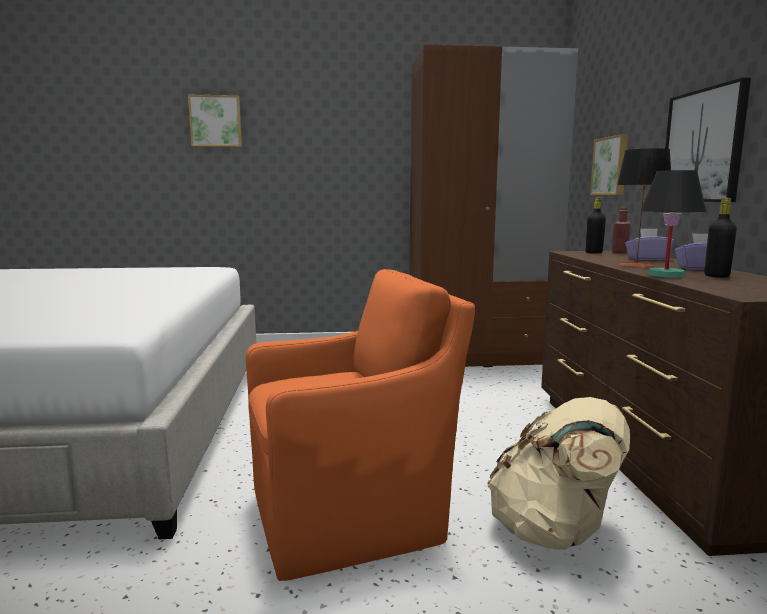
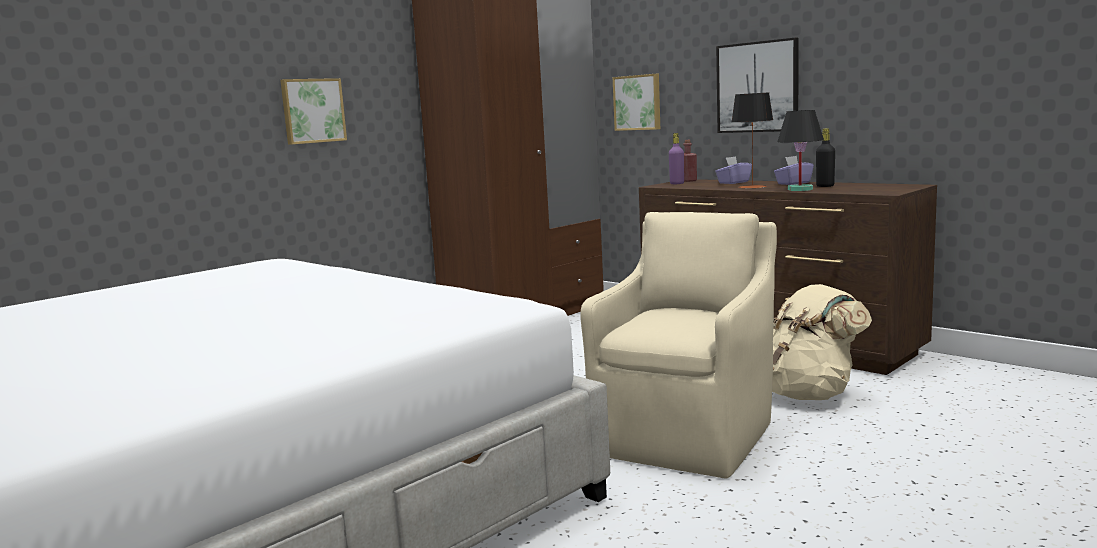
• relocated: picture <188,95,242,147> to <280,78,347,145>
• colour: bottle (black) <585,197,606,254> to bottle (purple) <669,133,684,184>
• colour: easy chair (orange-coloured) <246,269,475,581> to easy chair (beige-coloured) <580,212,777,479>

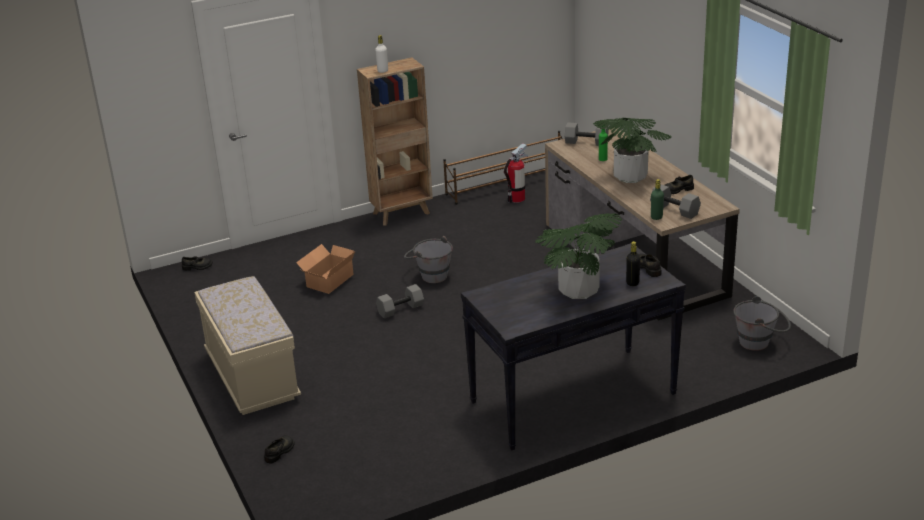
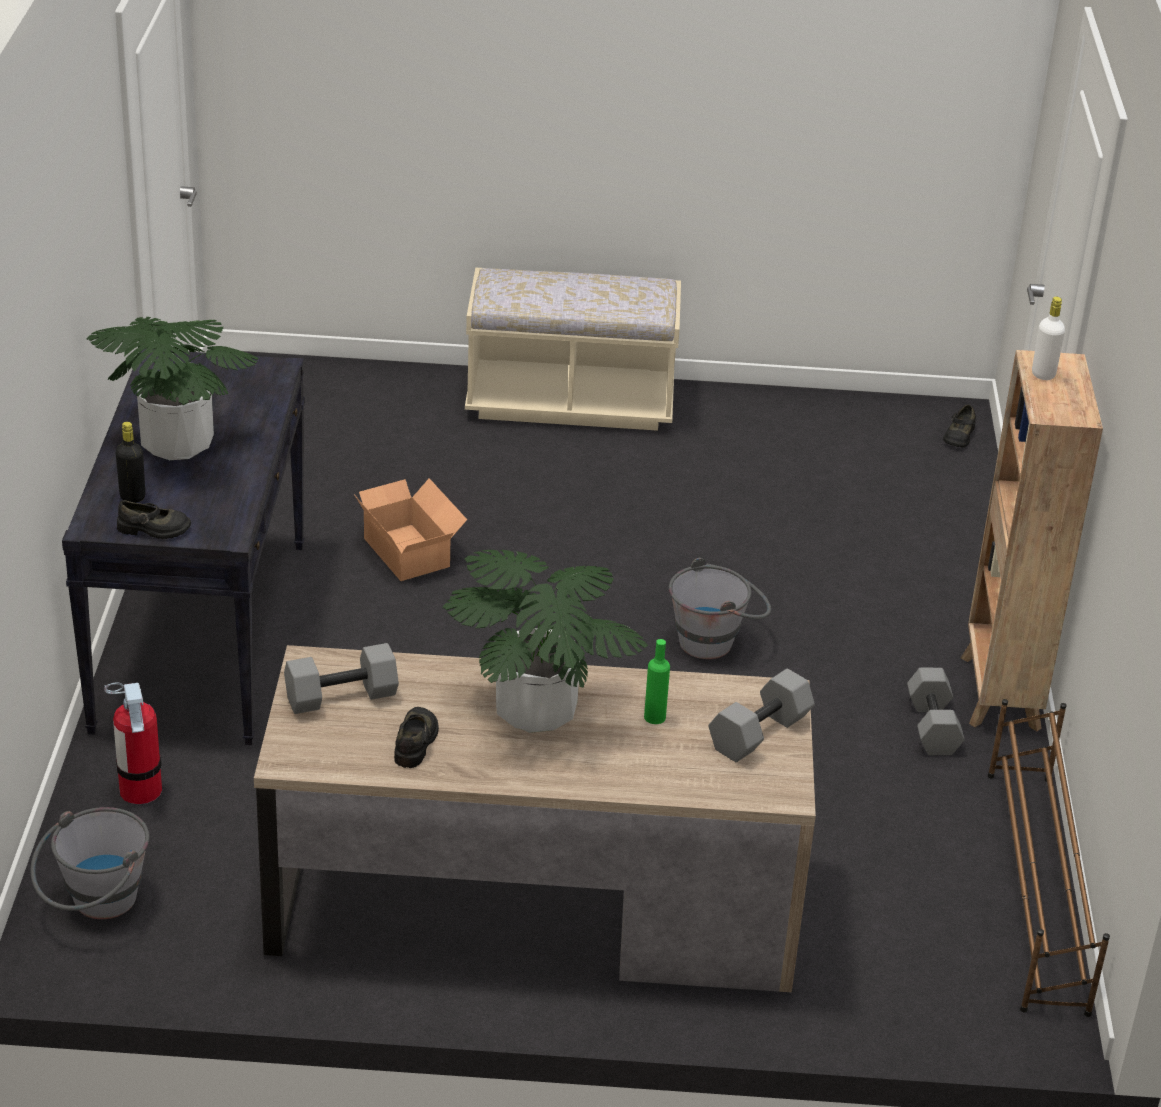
• relocated: fire extinguisher <504,143,528,203> to <104,682,162,804>
• missing: bottle (green-coloured) <651,179,664,220>
• relocated: packing box <296,244,355,294> to <355,478,467,581>
• relocated: free weight (greyish) <376,284,424,318> to <907,667,965,756>
• missing: low shoe (black) <264,435,294,463>

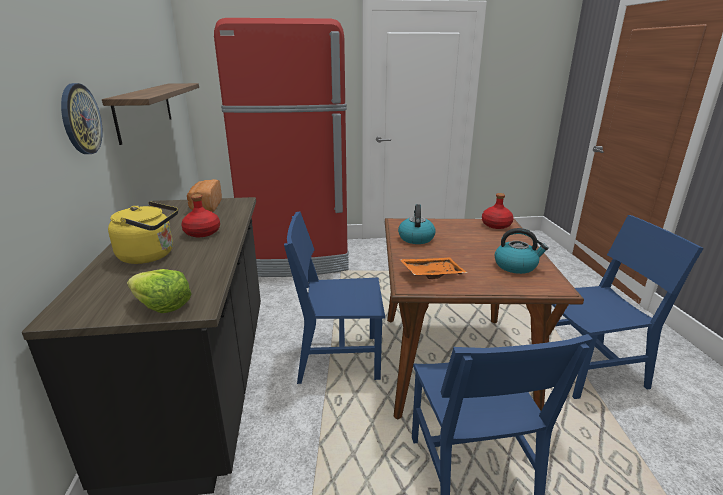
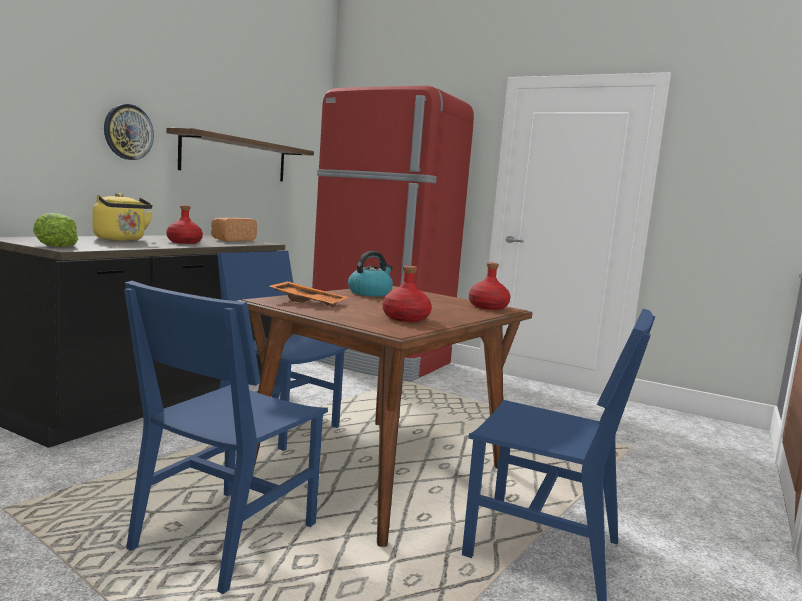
• exchanged: tea kettle <495,228,549,274> to bottle (red-coloured) <382,266,432,322>

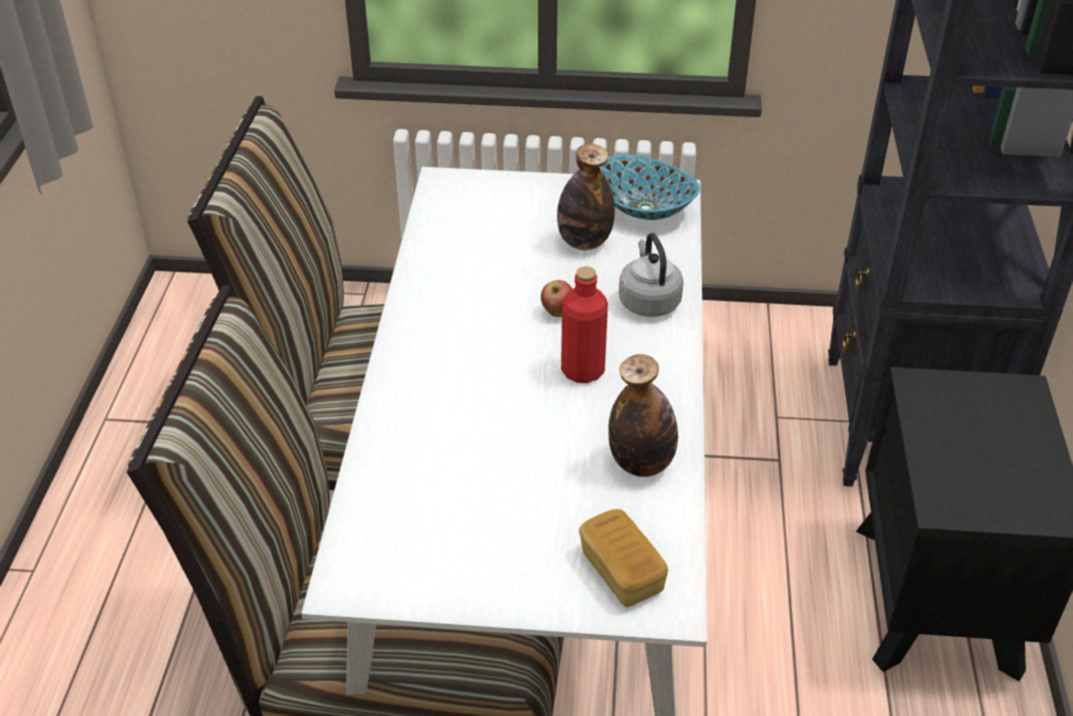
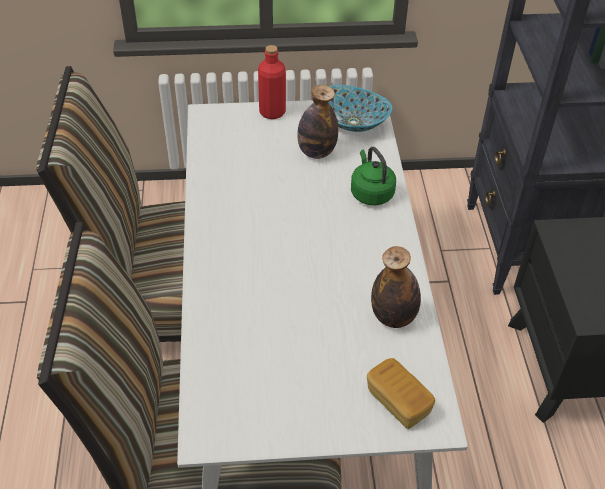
• colour: tea kettle (greyish) <619,233,684,317> to tea kettle (green-coloured) <351,147,396,205>
• relocated: bottle (red-coloured) <561,266,608,383> to <258,45,286,119>
• missing: apple <541,280,573,317>

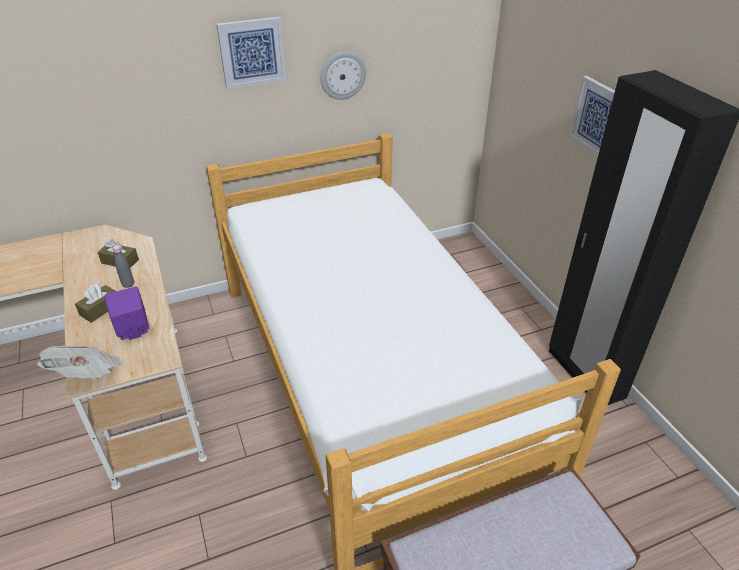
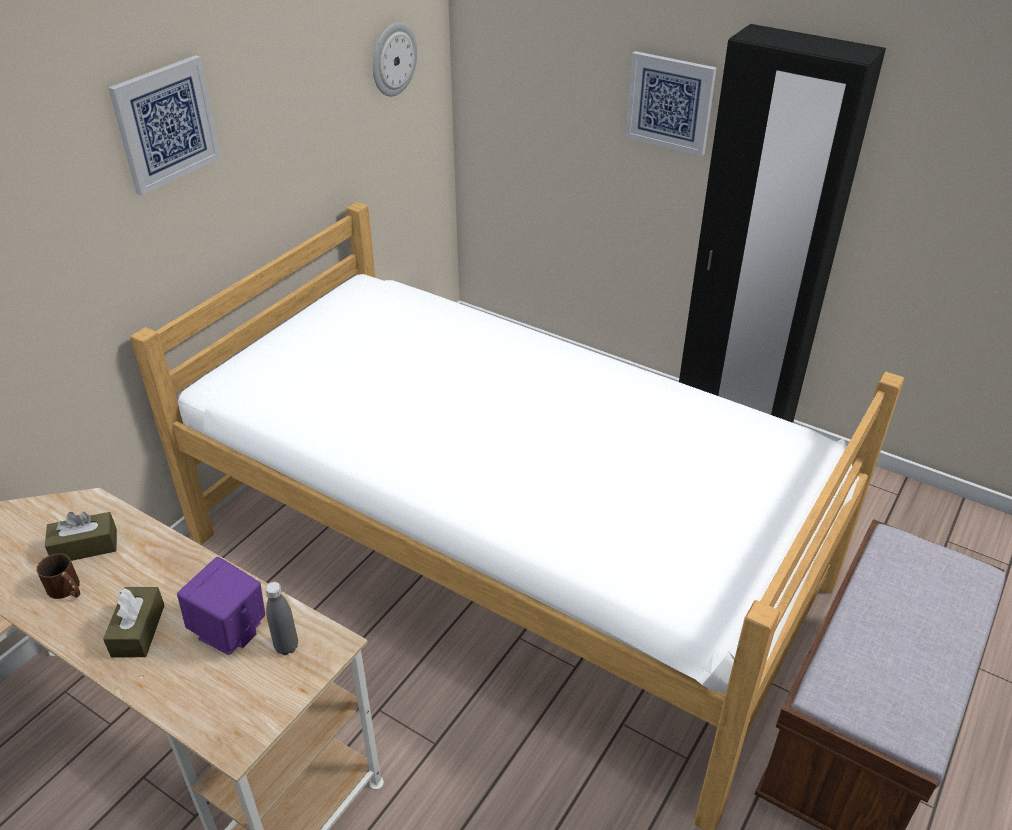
• relocated: hanging clock <321,51,366,100> to <373,22,417,96>
• relocated: bottle (greyish) <113,245,134,288> to <265,582,298,655>
• missing: daily paper <37,346,125,379>
• appeared: mug (brown) <37,553,80,599>

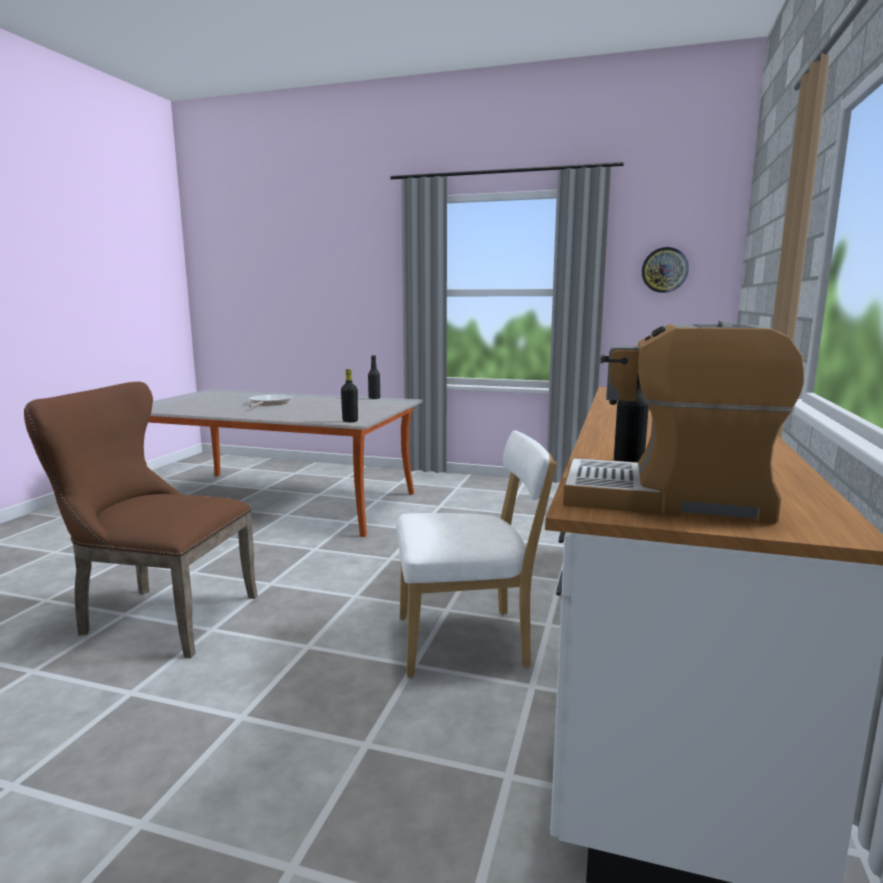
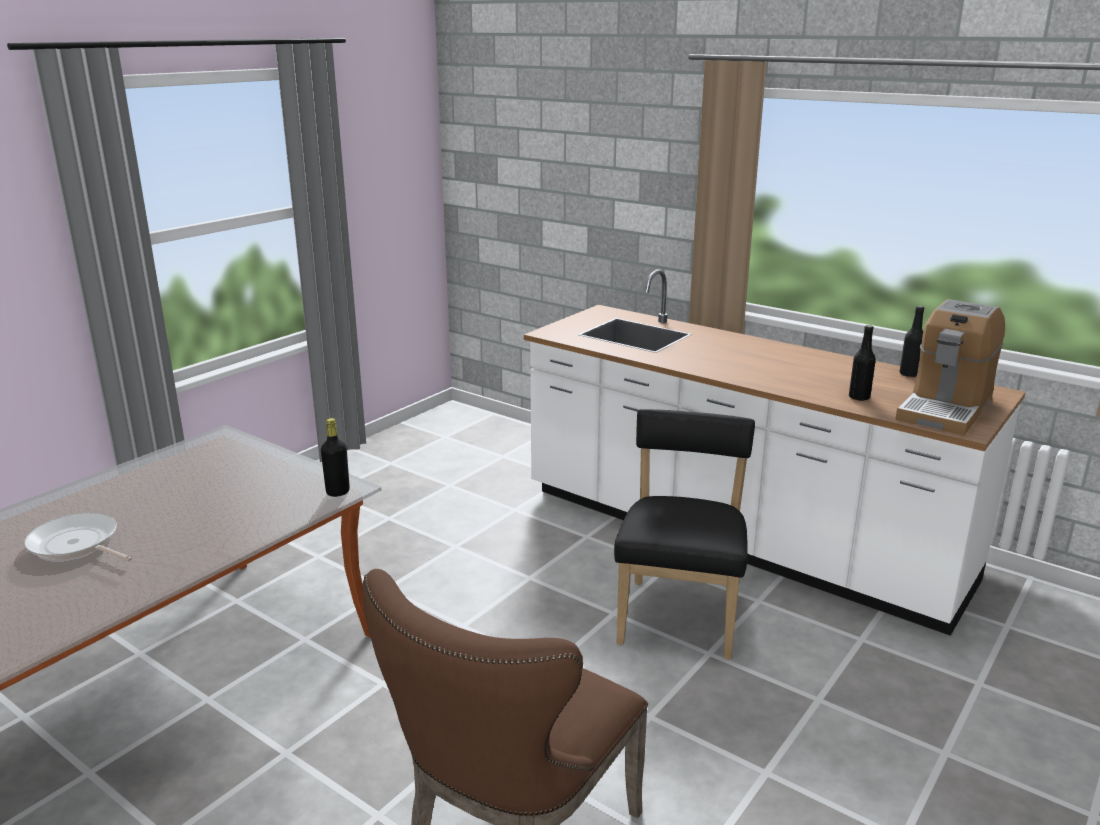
• missing: hanging clock <642,247,689,293>
• relocated: bottle (black) <368,355,380,399> to <899,306,924,377>
• colour: chair (whitish) <396,430,557,677> to chair (black) <614,409,755,660>

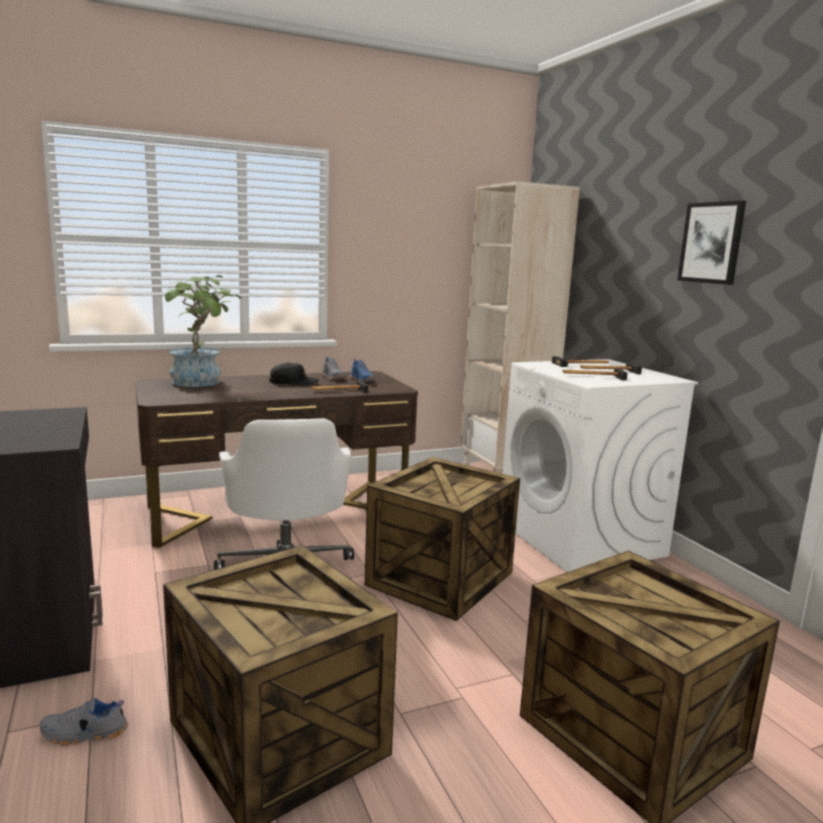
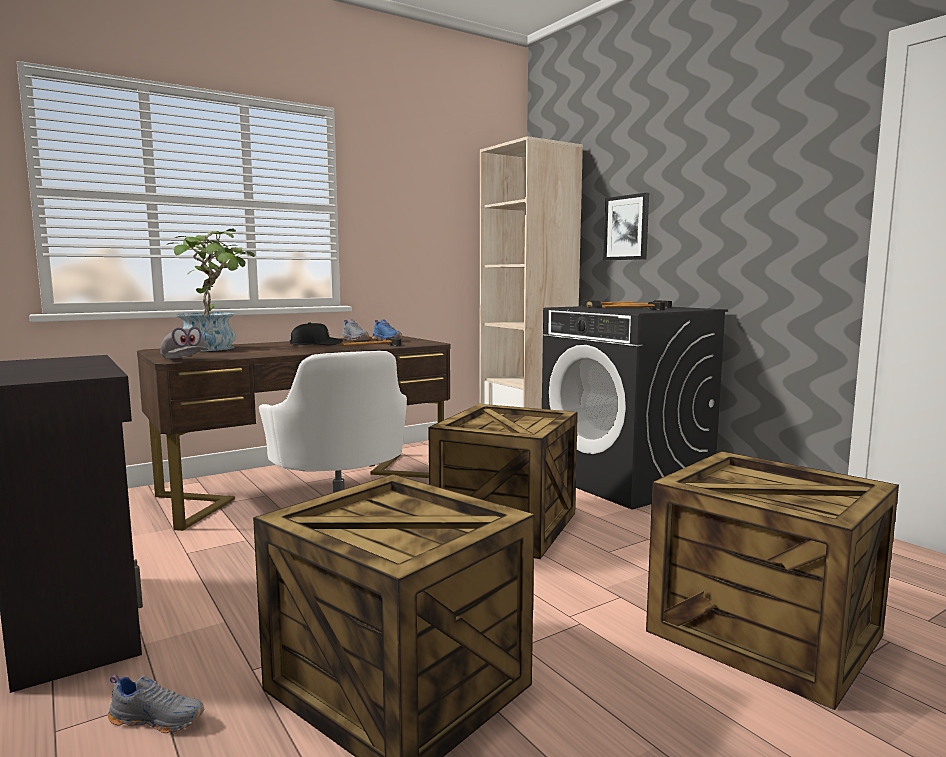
• relocated: picture <677,201,746,285> to <604,193,649,260>
• colour: laundry machine (whitish) <503,359,698,572> to laundry machine (black) <542,306,728,510>
• spun: low shoe (greyish) <40,698,128,746> = <108,675,204,733> 150 degrees counterclockwise
• appeared: peaked cap (greyish) <160,326,208,358>

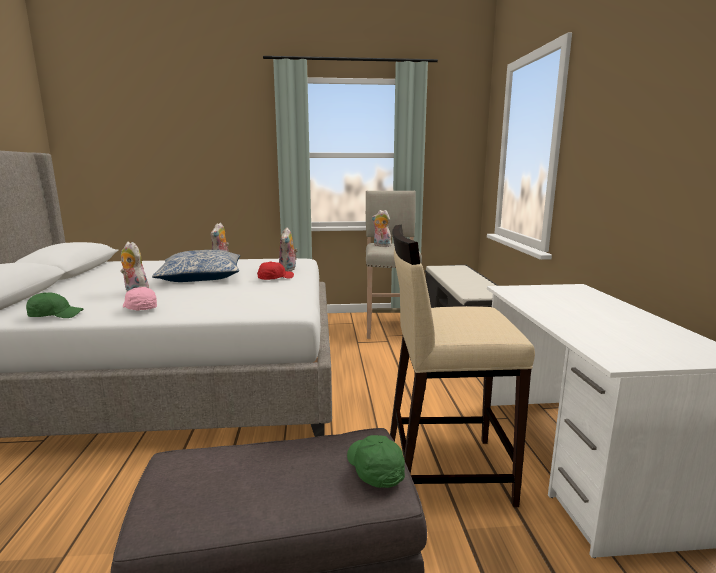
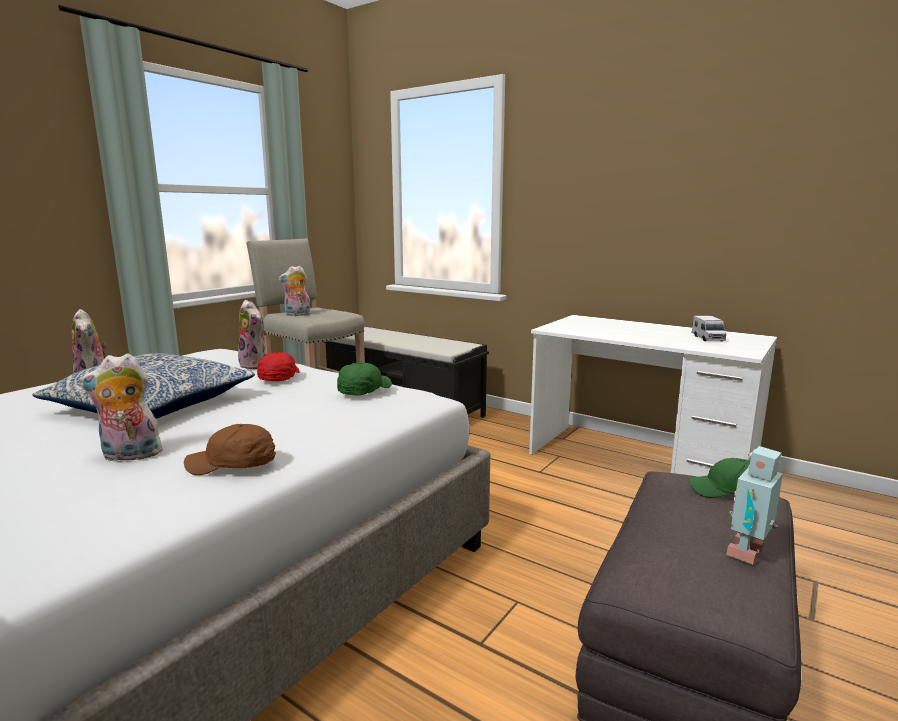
• missing: sitting stool (beige-coloured) <390,224,535,507>
• colour: peaked cap (pink-coloured) <123,287,157,310> to peaked cap (brown) <184,424,276,475>
• relocated: peaked cap (green-coloured) <26,292,83,318> to <337,362,392,396>
• appeared: toy truck <692,316,726,341>
• appeared: robot figure <726,446,783,564>

